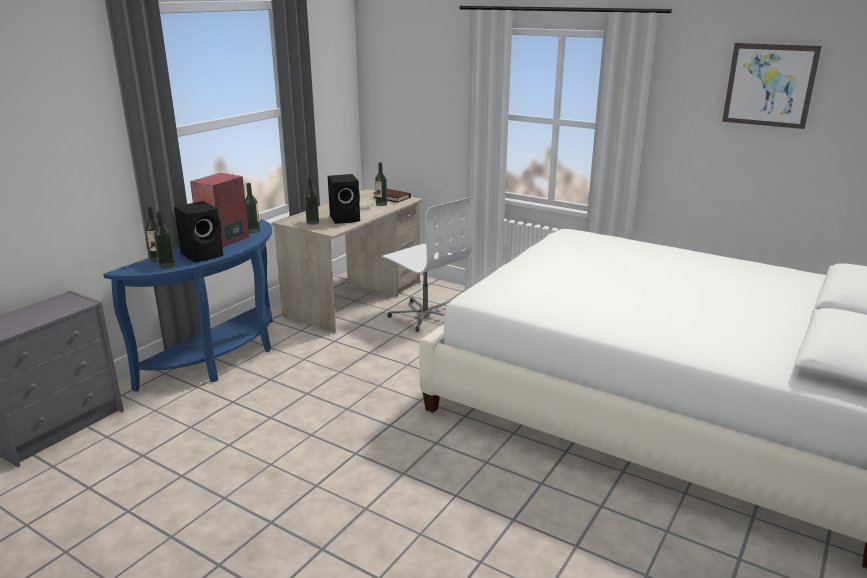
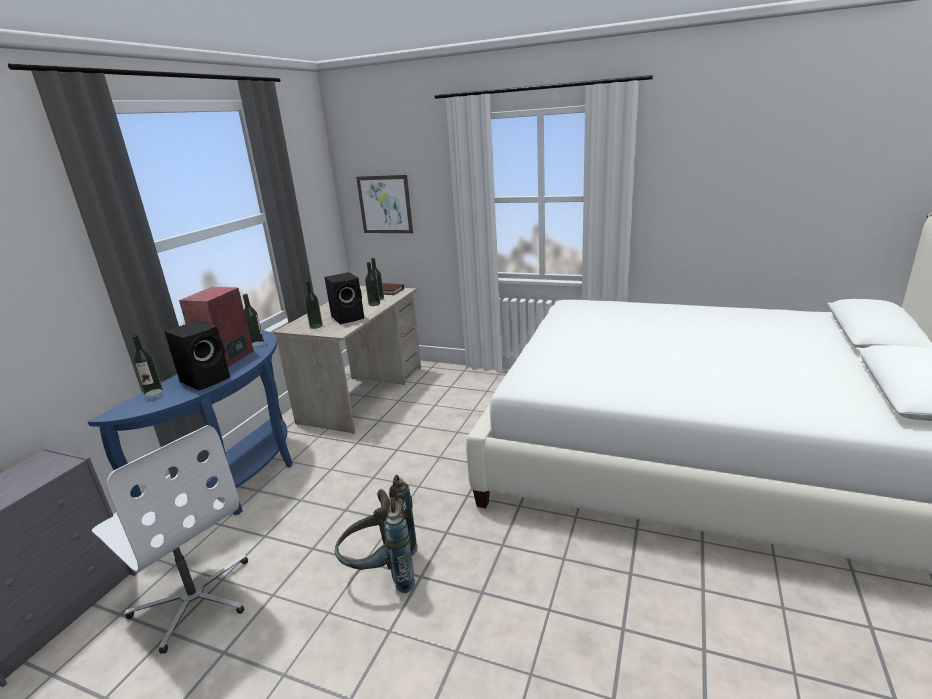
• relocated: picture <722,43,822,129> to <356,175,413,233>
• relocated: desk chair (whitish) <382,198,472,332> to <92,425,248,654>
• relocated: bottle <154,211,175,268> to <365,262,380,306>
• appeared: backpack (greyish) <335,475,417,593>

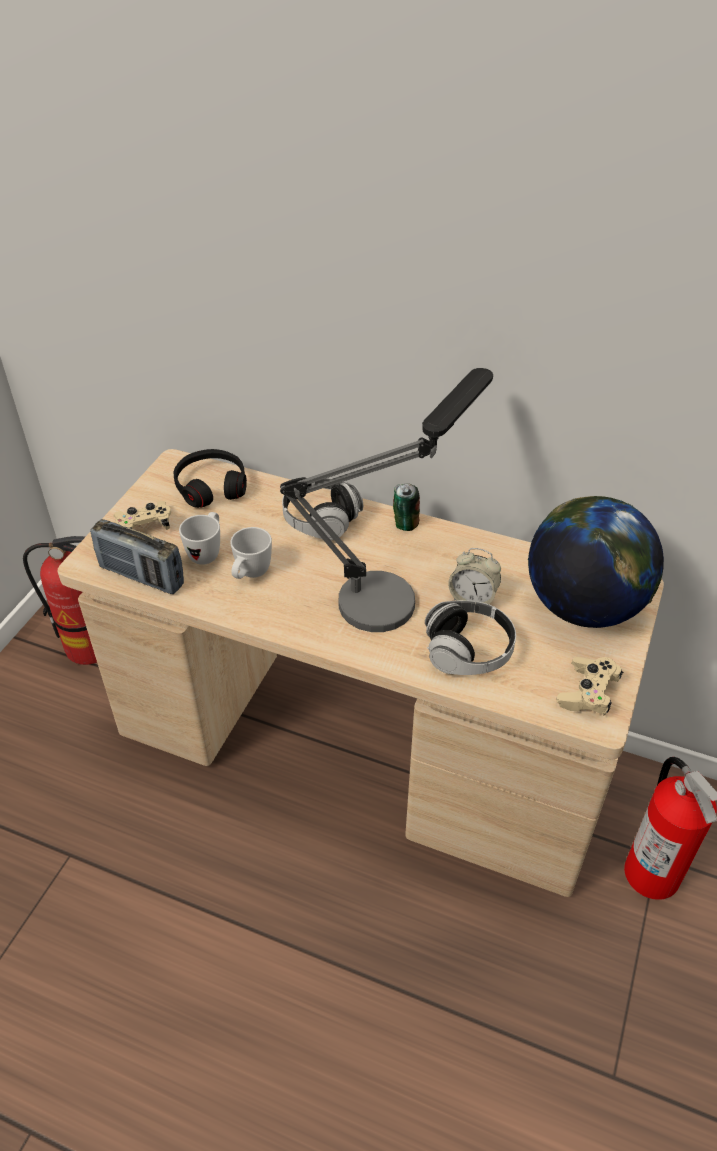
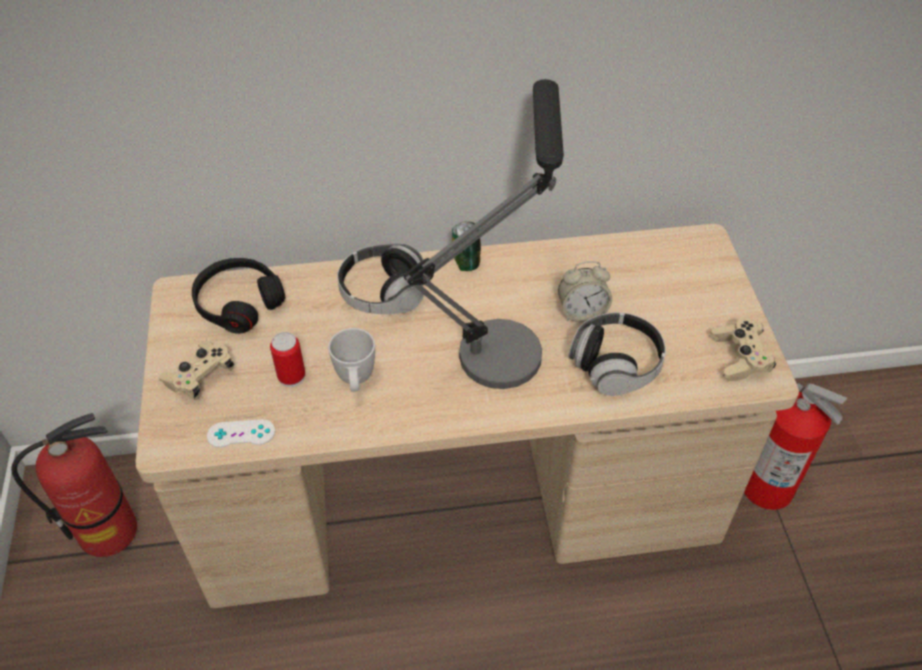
• missing: world globe <528,496,664,628>
• exchanged: mug (whitish) <179,512,220,565> to sealed can <270,332,305,387>
• exchanged: radio set <90,519,184,594> to joypad (whitish) <207,419,275,448>

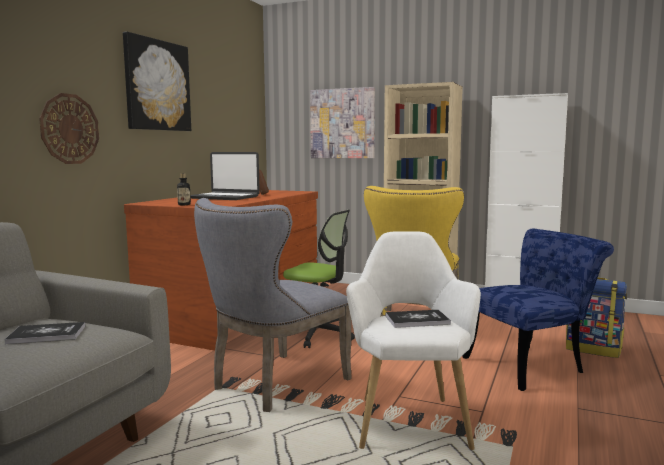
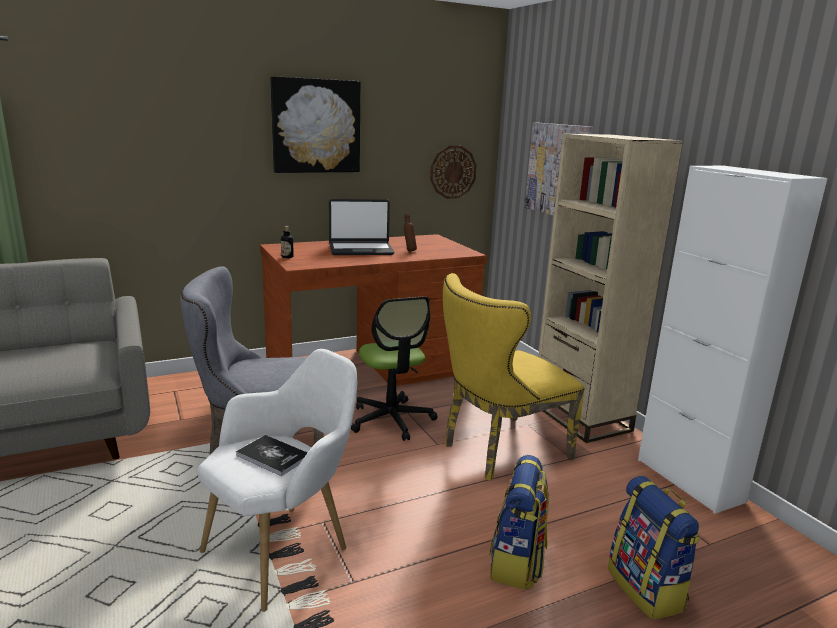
• relocated: hanging clock <39,93,99,164> to <430,146,477,199>
• spun: laptop <190,152,260,200> = <329,199,395,255> 75 degrees counterclockwise
• exchanged: chair (bluish) <462,229,614,391> to backpack <489,455,549,590>
• missing: volume <5,322,85,344>

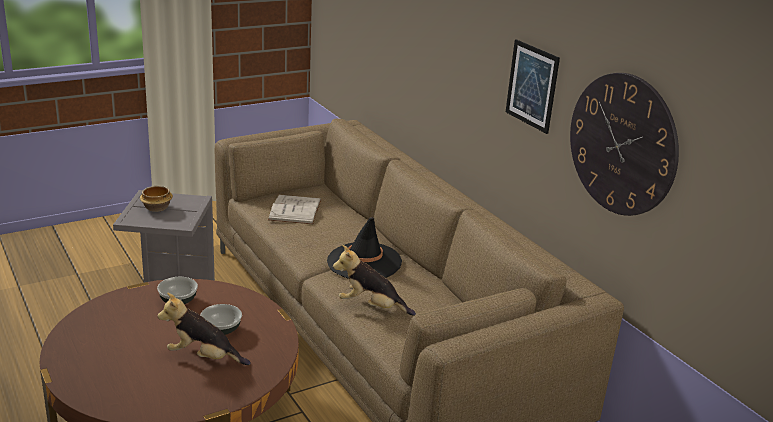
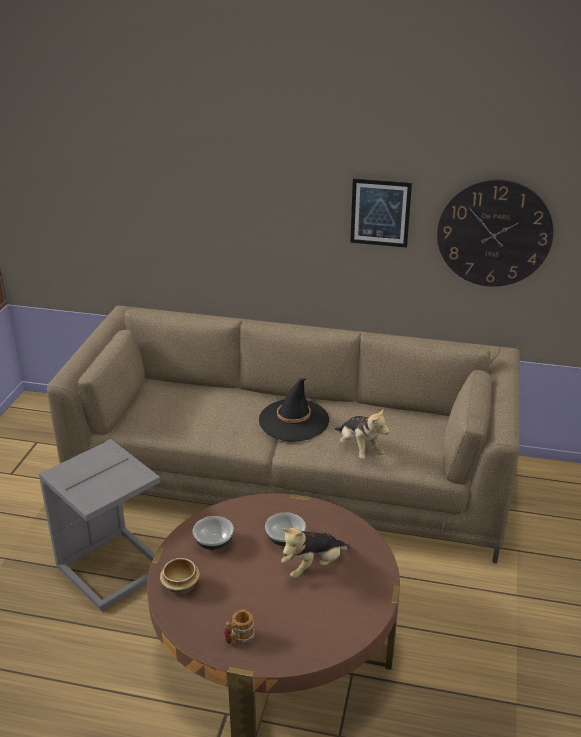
• relocated: serving bowl <140,186,173,212> to <160,558,200,594>
• missing: volume (whitish) <268,195,322,224>
• spun: soft toy <333,245,416,316> = <335,408,390,459> 90 degrees counterclockwise
• appeared: mug <224,610,255,645>

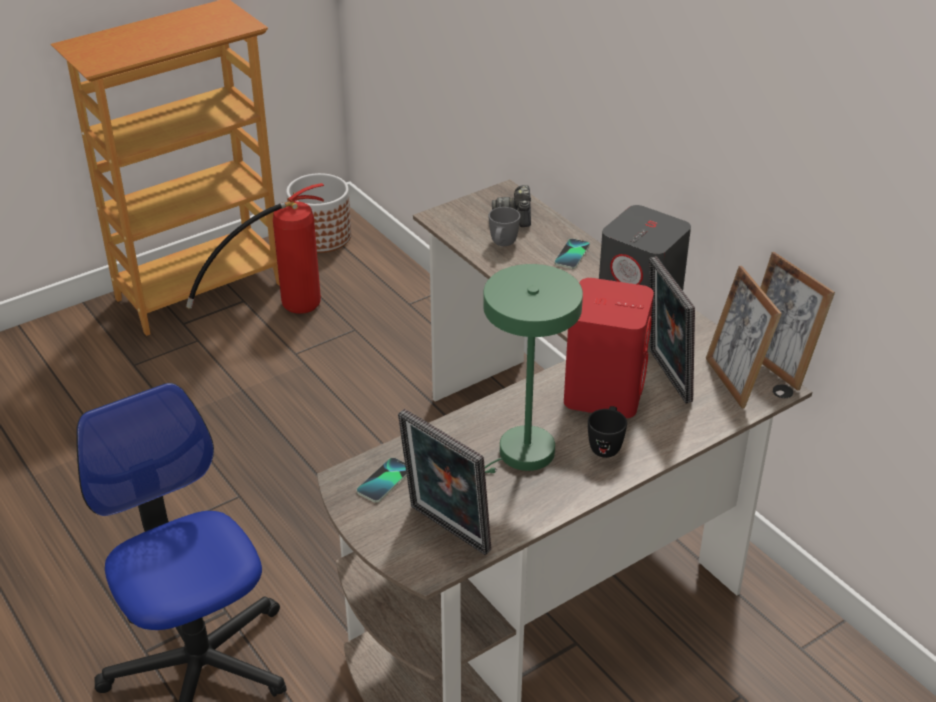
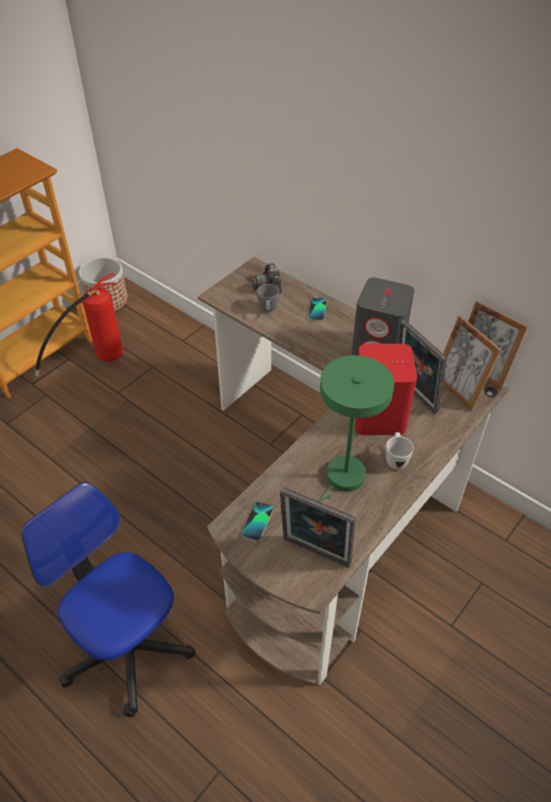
• colour: mug (black) <588,406,627,458> to mug (whitish) <386,432,414,470>

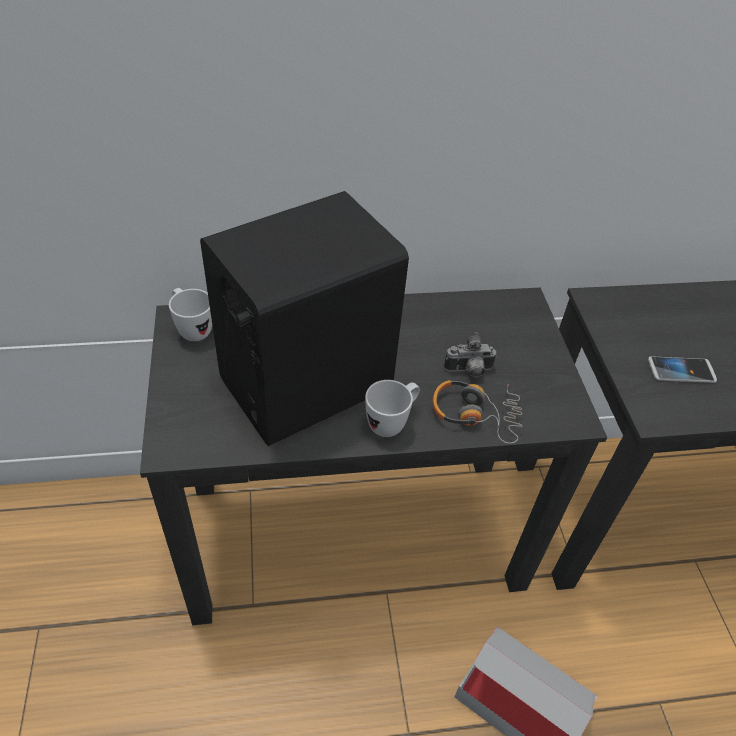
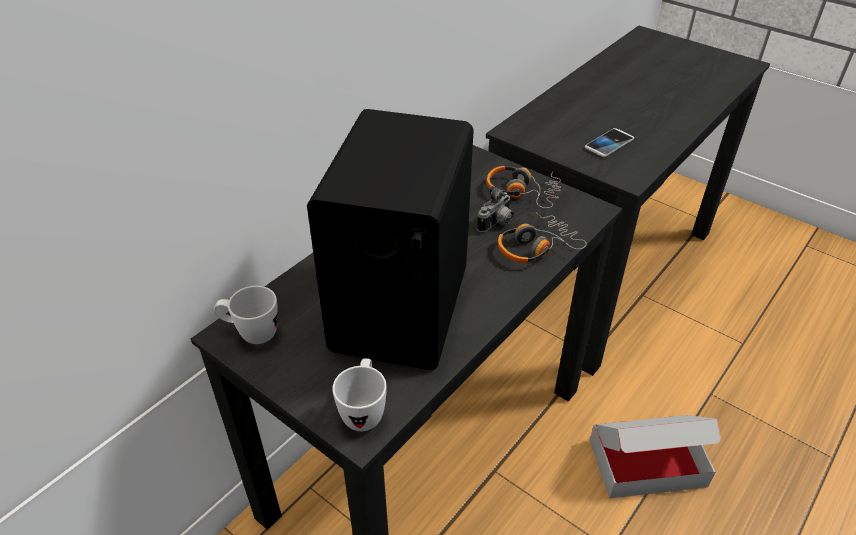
• relocated: mug (whitish) <365,380,420,437> to <332,358,387,431>
• appeared: headphones <486,166,561,208>

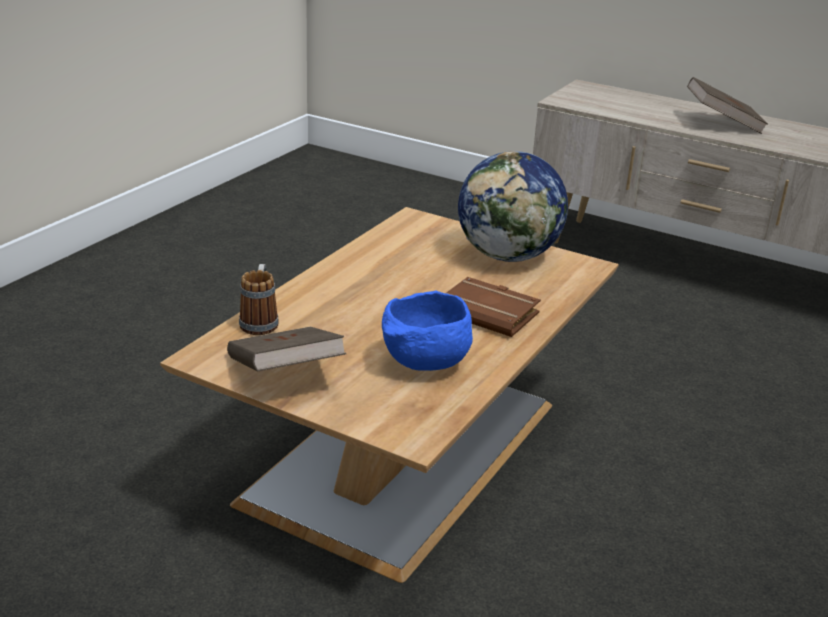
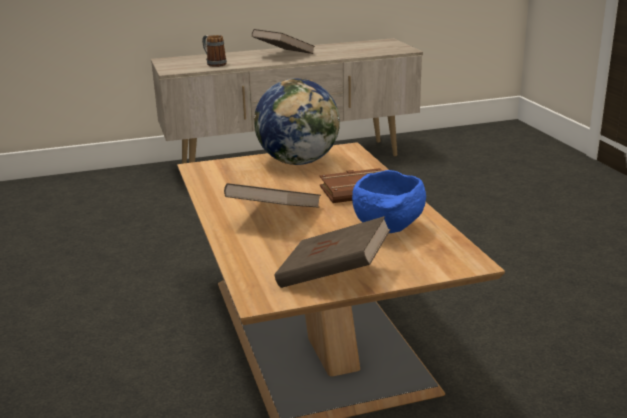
• relocated: mug <239,264,279,335> to <202,35,227,67>
• appeared: volume (brown) <224,183,321,208>

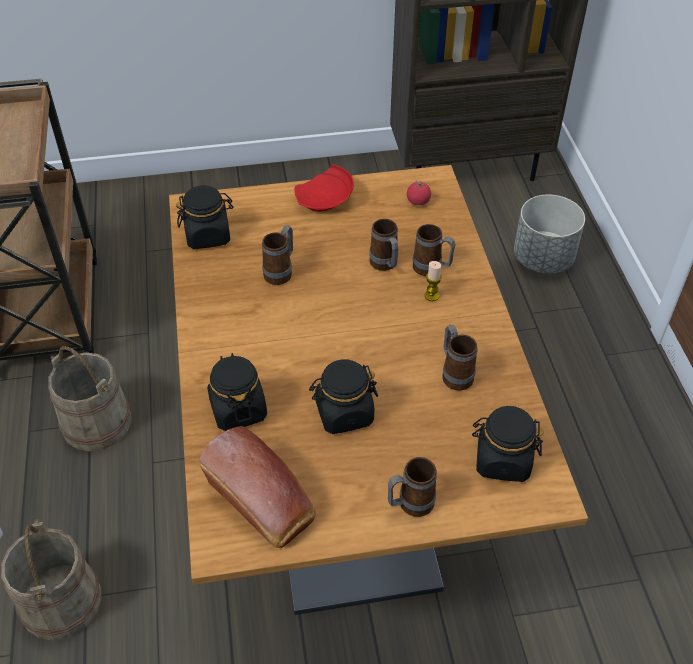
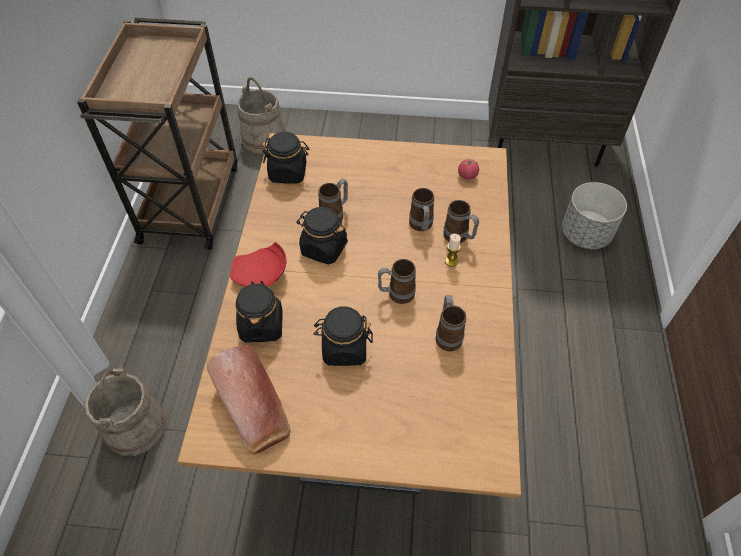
• relocated: plate (red-coloured) <294,164,354,212> to <230,242,287,287>
• relocated: bucket (beige-coloured) <48,346,132,452> to <237,77,285,154>
• relocated: storage jar (black) <472,406,544,482> to <296,207,348,265>
• relocated: mug <388,457,437,517> to <378,259,416,304>

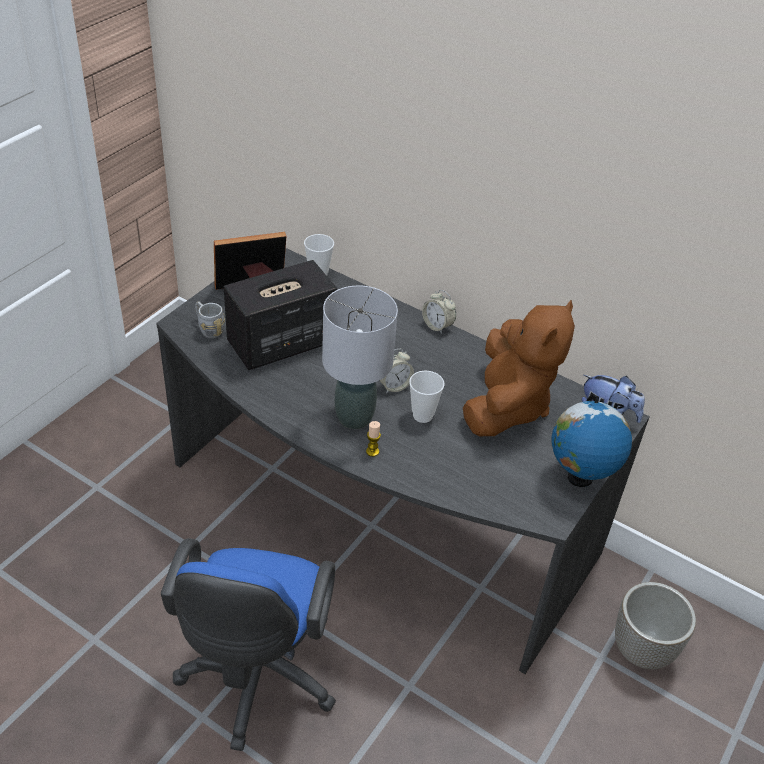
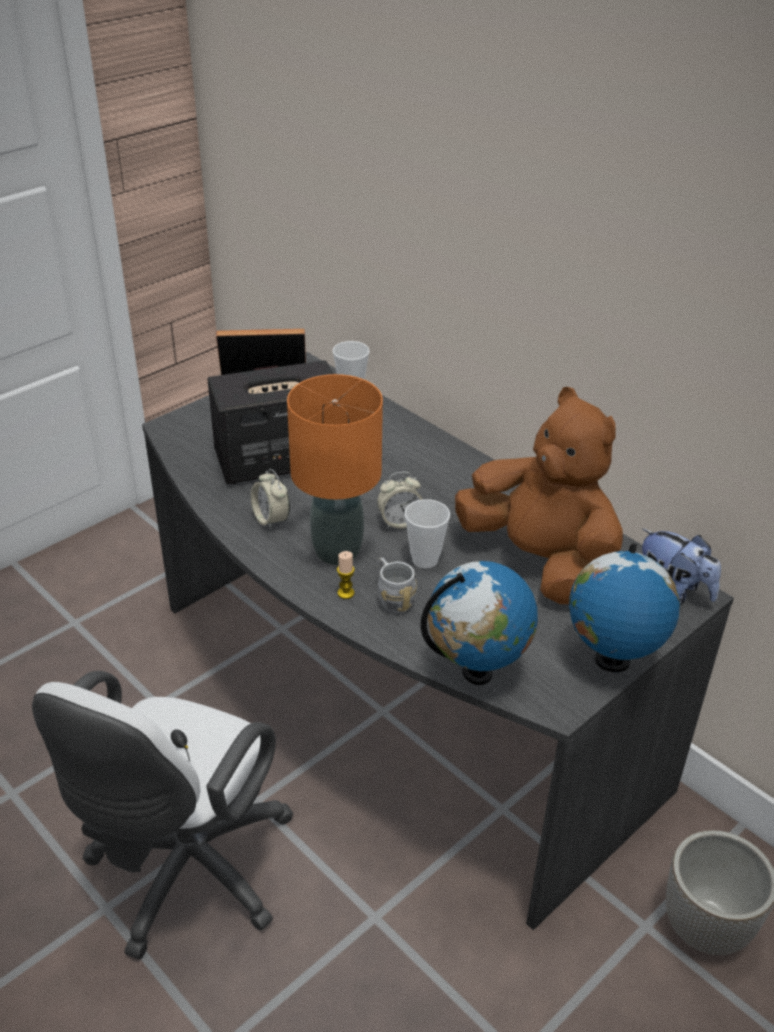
• colour: table lamp (greyish) <322,285,398,429> to table lamp (orange-coloured) <287,374,383,565>
• relocated: alarm clock <422,290,456,334> to <251,469,290,530>
• spun: soft toy (brown) <463,300,575,436> = <455,387,623,604> 75 degrees counterclockwise
• relocated: mug (greyish) <195,302,225,338> to <377,558,417,613>
• colour: desk chair (bluish) <161,538,336,751> to desk chair (whitish) <32,671,294,959>
• appeared: world globe <421,561,538,685>

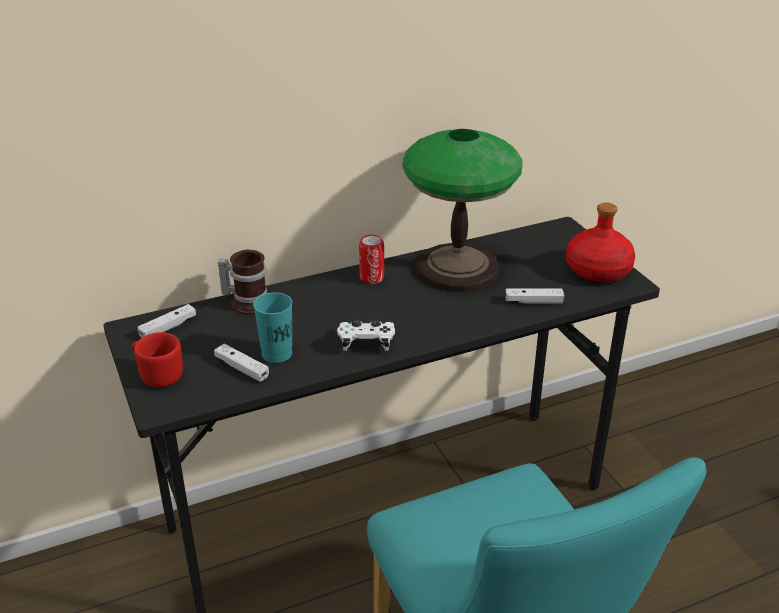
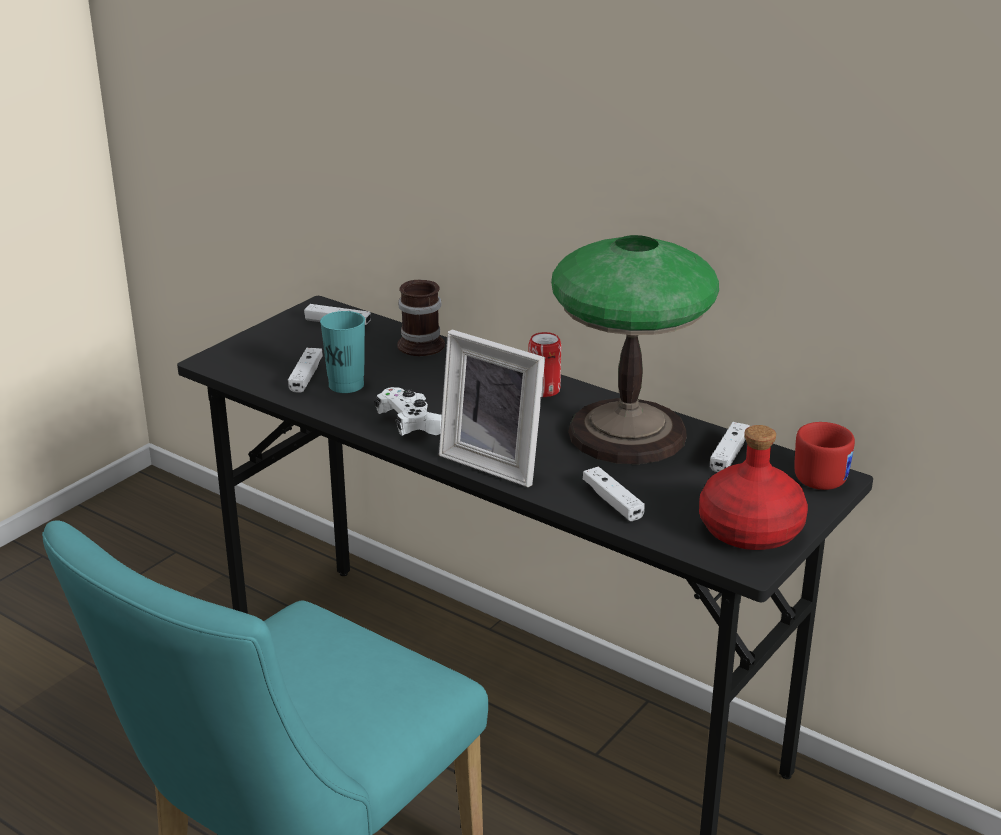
• relocated: mug (red-coloured) <132,332,183,387> to <794,422,855,490>
• appeared: picture frame <439,329,545,487>
• appeared: joypad (whitish) <710,422,750,472>

